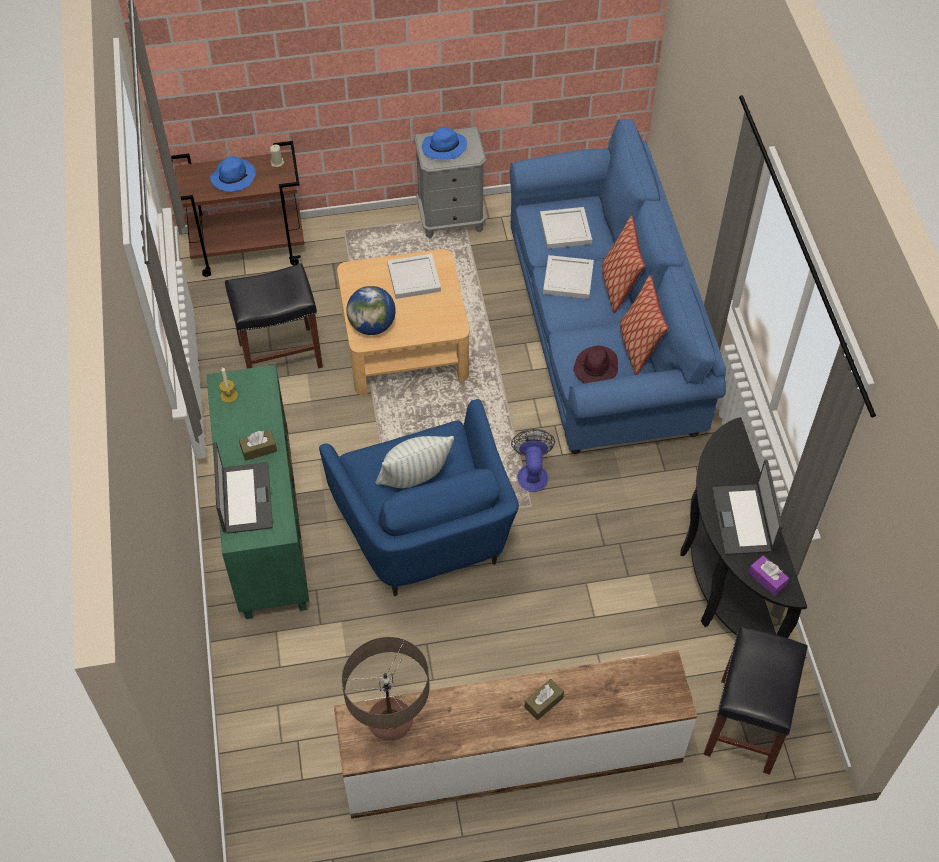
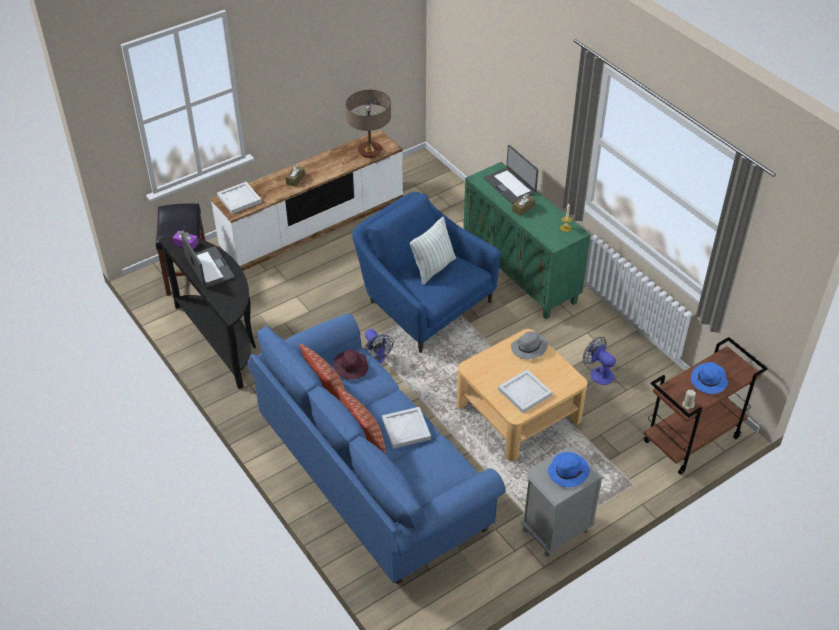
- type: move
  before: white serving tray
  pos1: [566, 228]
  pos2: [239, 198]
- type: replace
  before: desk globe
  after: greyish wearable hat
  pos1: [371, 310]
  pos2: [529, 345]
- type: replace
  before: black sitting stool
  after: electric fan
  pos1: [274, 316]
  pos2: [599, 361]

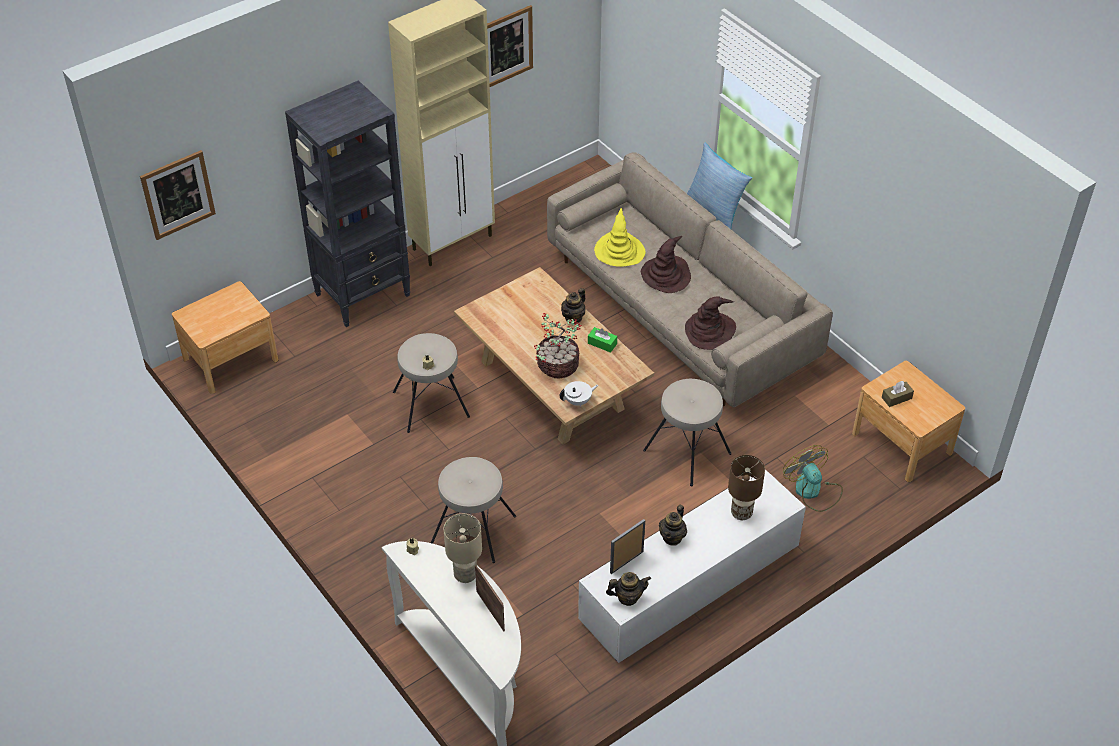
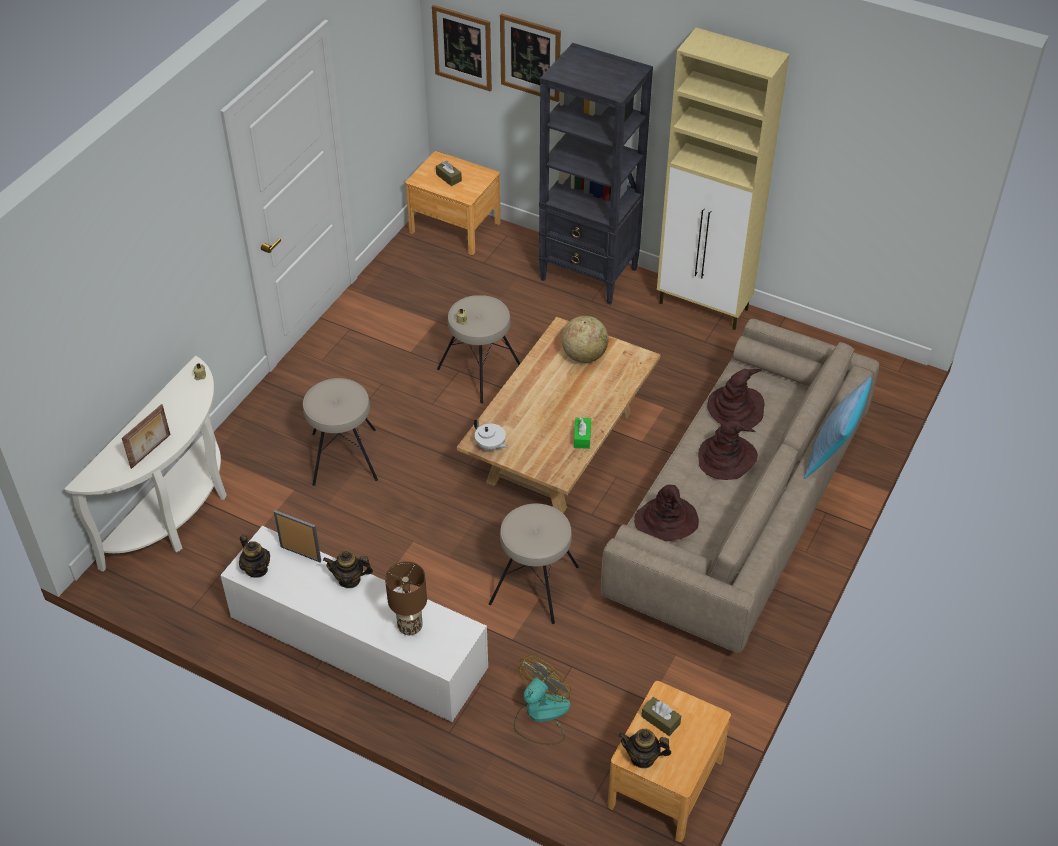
- type: insert
  after: brown-coloured tissue holder
  pos2: [449, 173]
- type: move
  before: wall picture
  pos1: [510, 46]
  pos2: [530, 57]
- type: insert
  after: desk globe
  pos2: [585, 339]
- type: move
  before: teapot
  pos1: [573, 306]
  pos2: [645, 749]
- type: recolor
  before: yellow-coloured wearable hat
  after: brown-coloured wearable hat
  pos1: [620, 237]
  pos2: [735, 398]
- type: delete
  before: sand-coloured lamp for a table
  pos1: [463, 548]
- type: delete
  before: houseplant
  pos1: [558, 346]

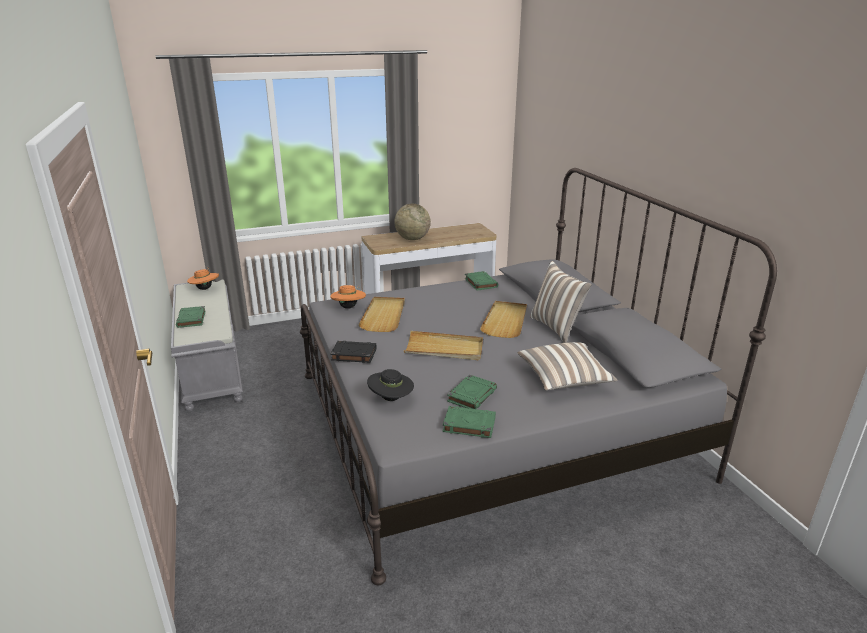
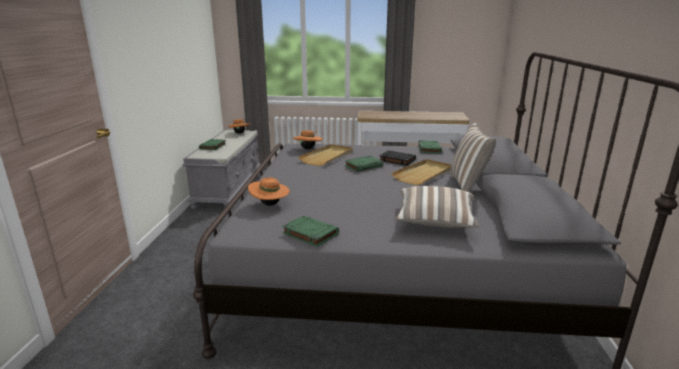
- type: recolor
  before: black wearable hat
  after: orangey wearable hat
  pos1: [390, 385]
  pos2: [269, 191]
- type: move
  before: greenish volume
  pos1: [472, 392]
  pos2: [364, 164]
- type: move
  before: black volume
  pos1: [353, 352]
  pos2: [397, 158]
- type: delete
  before: desk globe
  pos1: [412, 222]
- type: delete
  before: sand-coloured serving tray
  pos1: [443, 345]

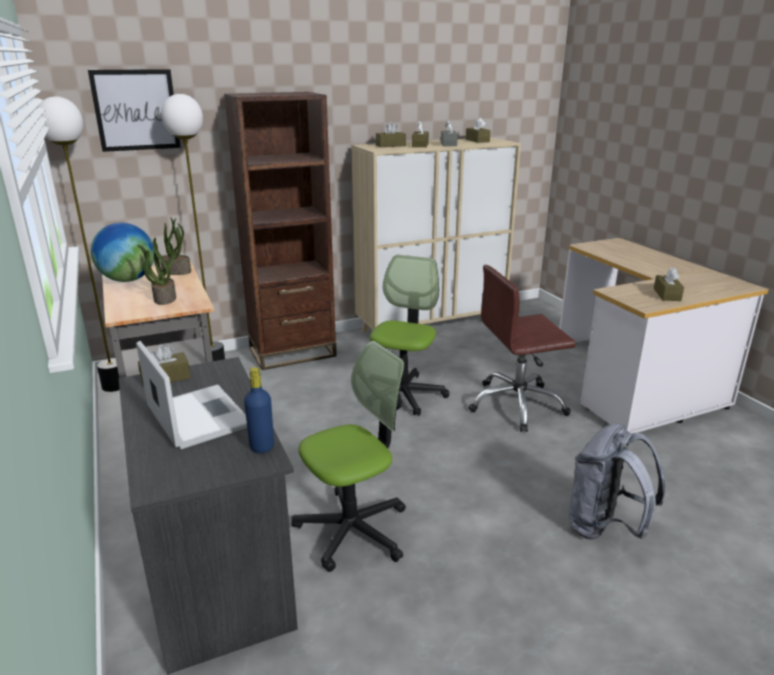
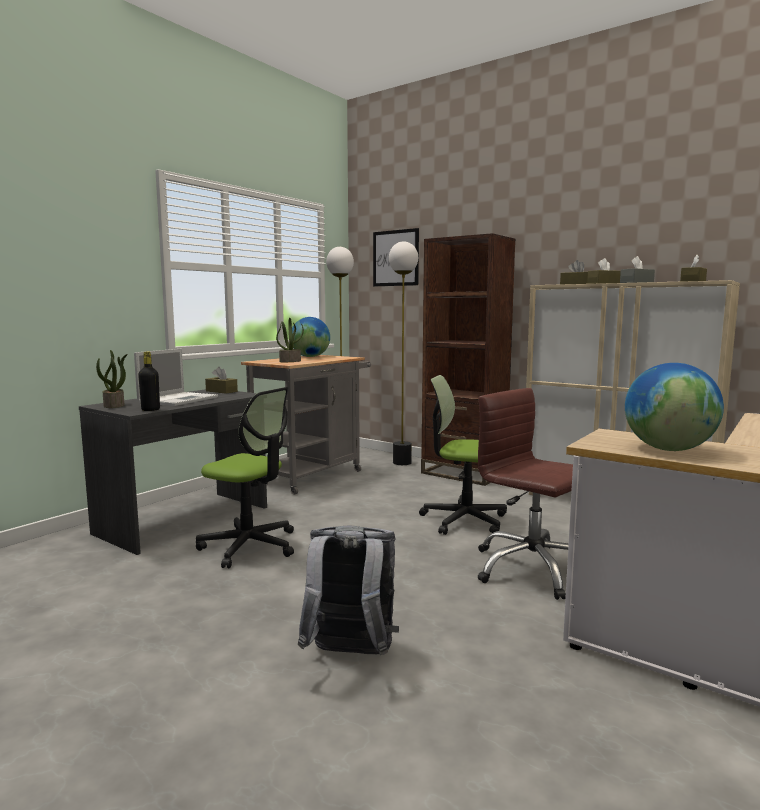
- type: move
  before: houseplant
  pos1: [175, 246]
  pos2: [112, 379]
- type: recolor
  before: bluish beverage bottle
  after: black beverage bottle
  pos1: [259, 410]
  pos2: [149, 381]
- type: rotate
  before: desk chair
  pos1: [409, 335]
  pos2: [463, 455]
  turn: -150
- type: replace
  before: brown-coloured tissue holder
  after: desk globe
  pos1: [669, 284]
  pos2: [674, 407]

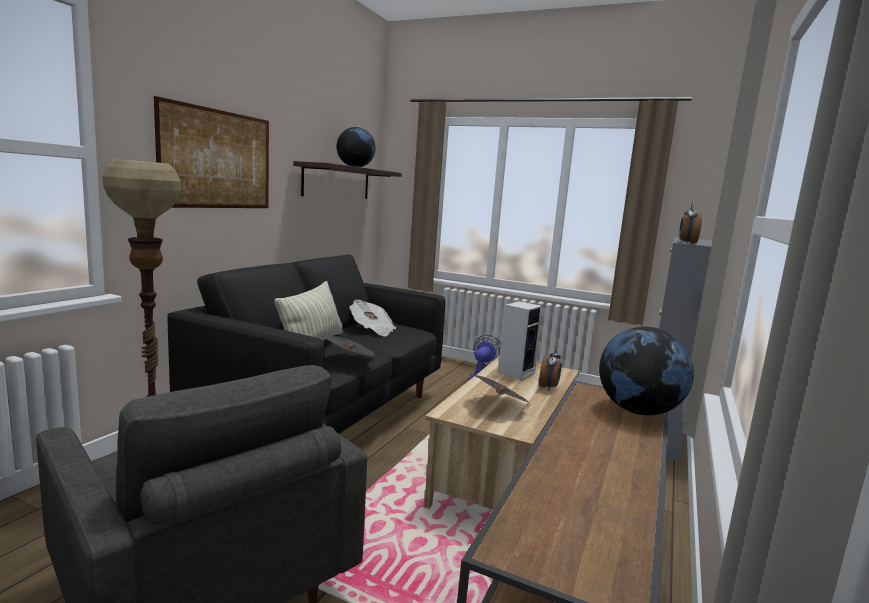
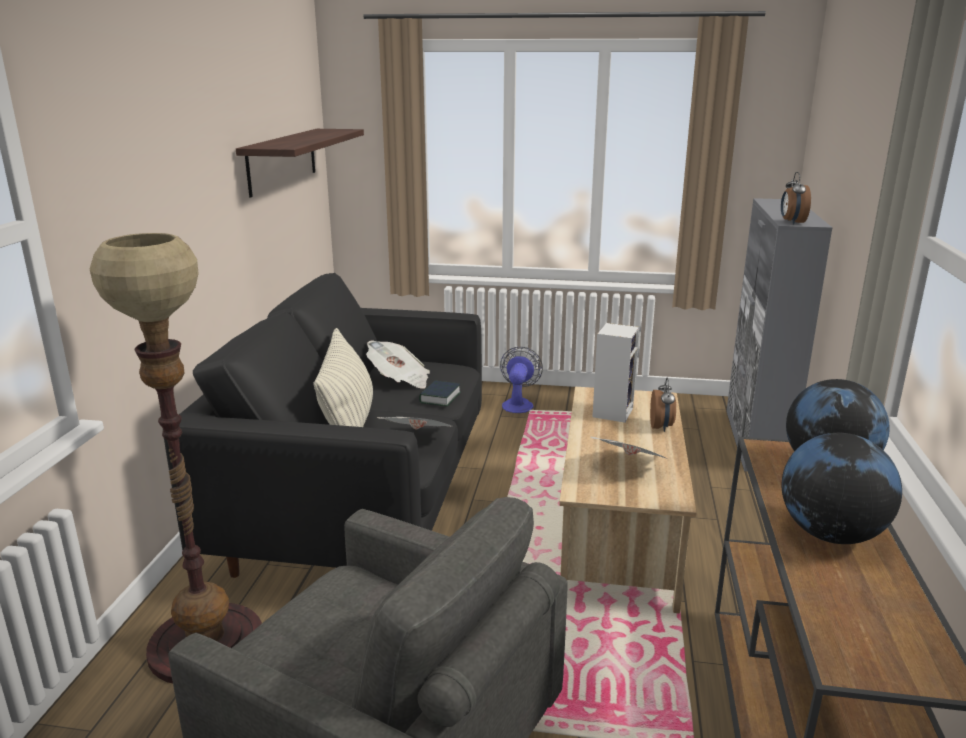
- type: insert
  after: volume
  pos2: [440, 393]
- type: move
  before: desk globe
  pos1: [356, 147]
  pos2: [842, 488]
- type: delete
  before: wall picture
  pos1: [211, 152]

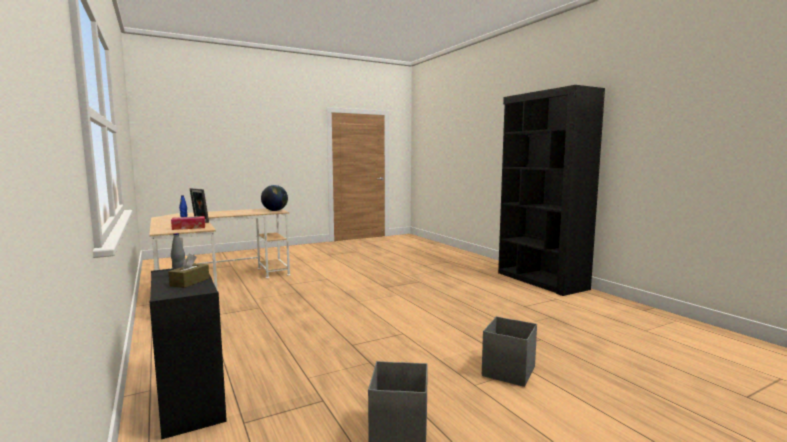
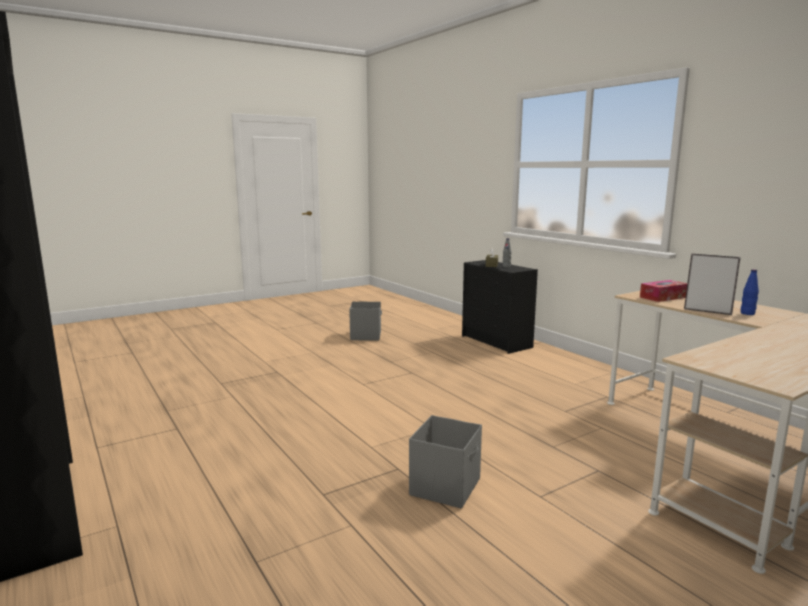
- type: move
  before: greyish storage box
  pos1: [509, 351]
  pos2: [445, 462]
- type: delete
  before: desk globe
  pos1: [274, 198]

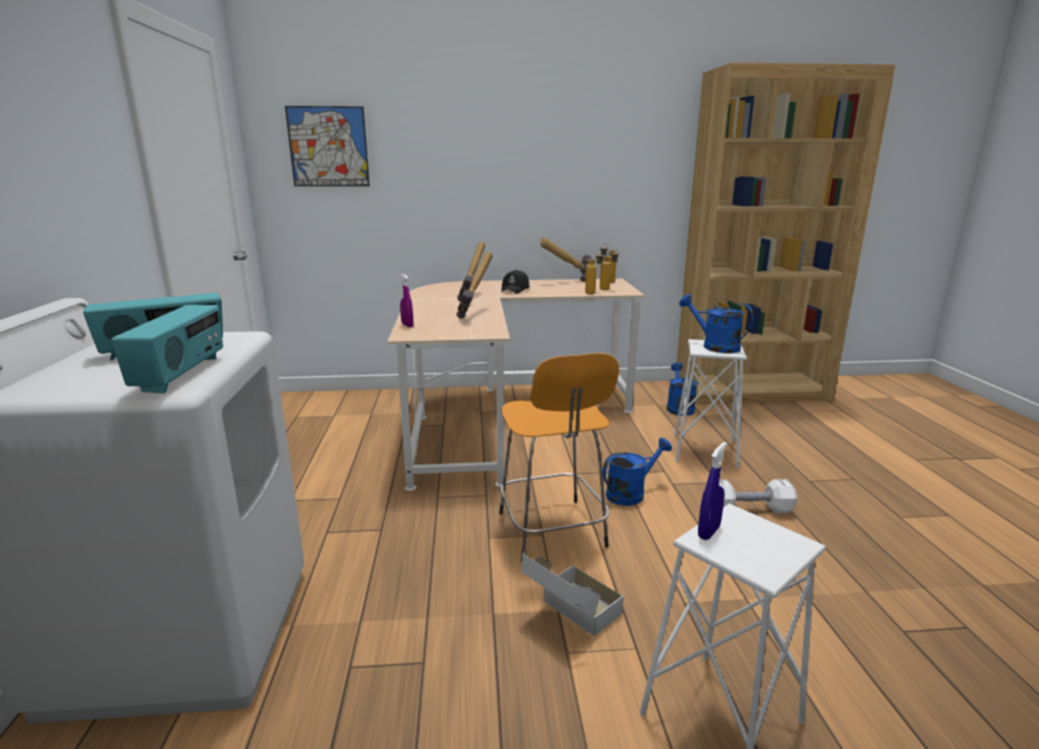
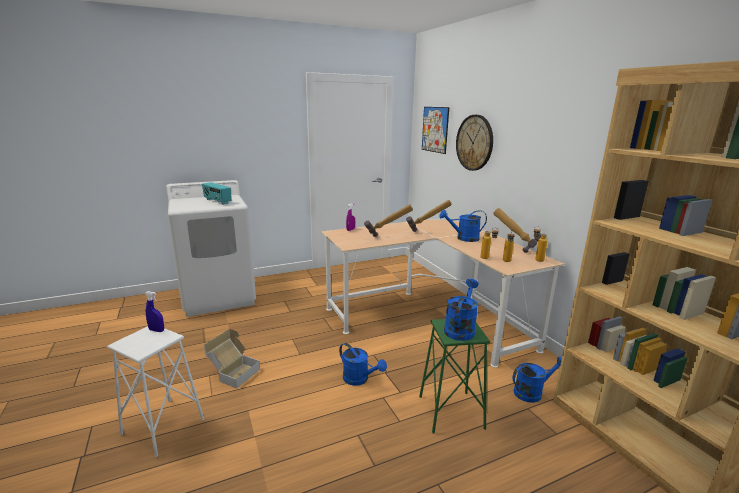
- type: recolor
  before: white sitting stool
  after: greenish sitting stool
  pos1: [710, 403]
  pos2: [454, 376]
- type: replace
  before: black peaked cap
  after: bluish watering pot
  pos1: [516, 282]
  pos2: [463, 226]
- type: insert
  after: clock on the wall
  pos2: [474, 143]
- type: delete
  before: radio receiver
  pos1: [167, 349]
- type: delete
  before: orangey sitting stool
  pos1: [559, 457]
- type: delete
  before: white free weight
  pos1: [758, 496]

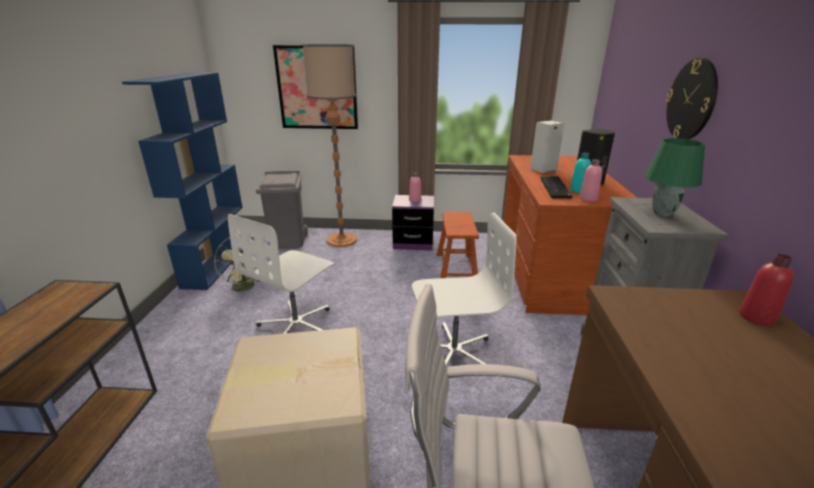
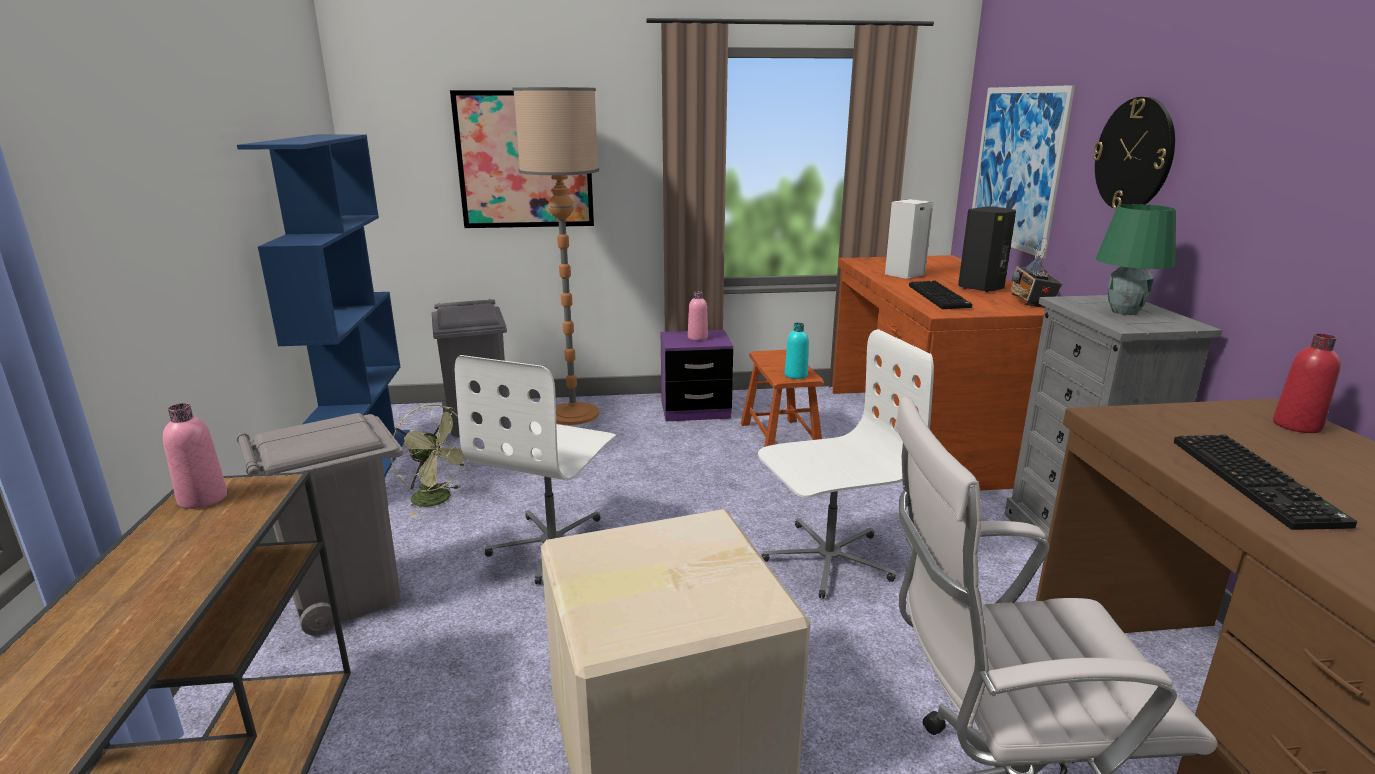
- type: move
  before: pink-coloured beverage bottle
  pos1: [591, 180]
  pos2: [195, 456]
- type: insert
  after: greyish rubbish bin
  pos2: [319, 524]
- type: move
  before: blue-green beverage bottle
  pos1: [580, 173]
  pos2: [797, 351]
- type: insert
  after: wall picture
  pos2: [1023, 172]
- type: insert
  after: radio receiver
  pos2: [1036, 272]
- type: insert
  after: keyboard
  pos2: [1265, 482]

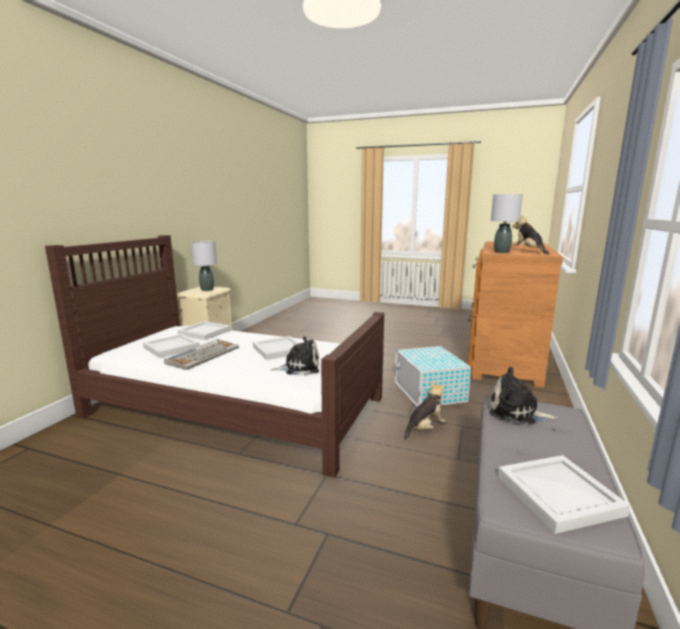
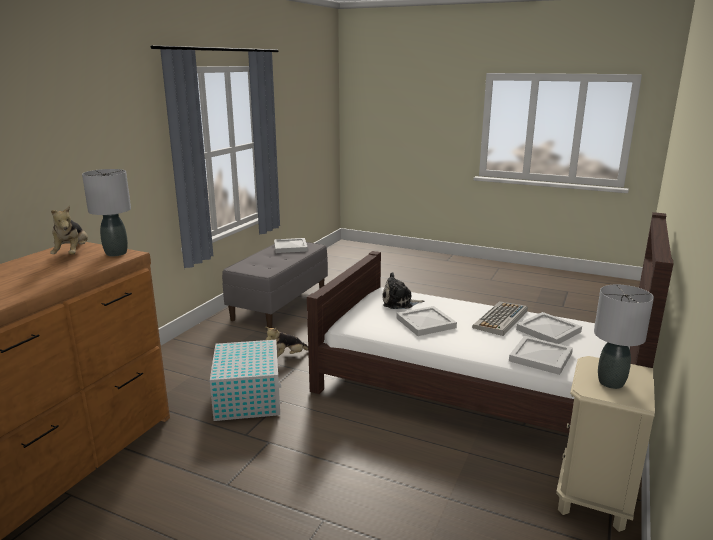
- type: delete
  before: plush toy
  pos1: [524, 396]

